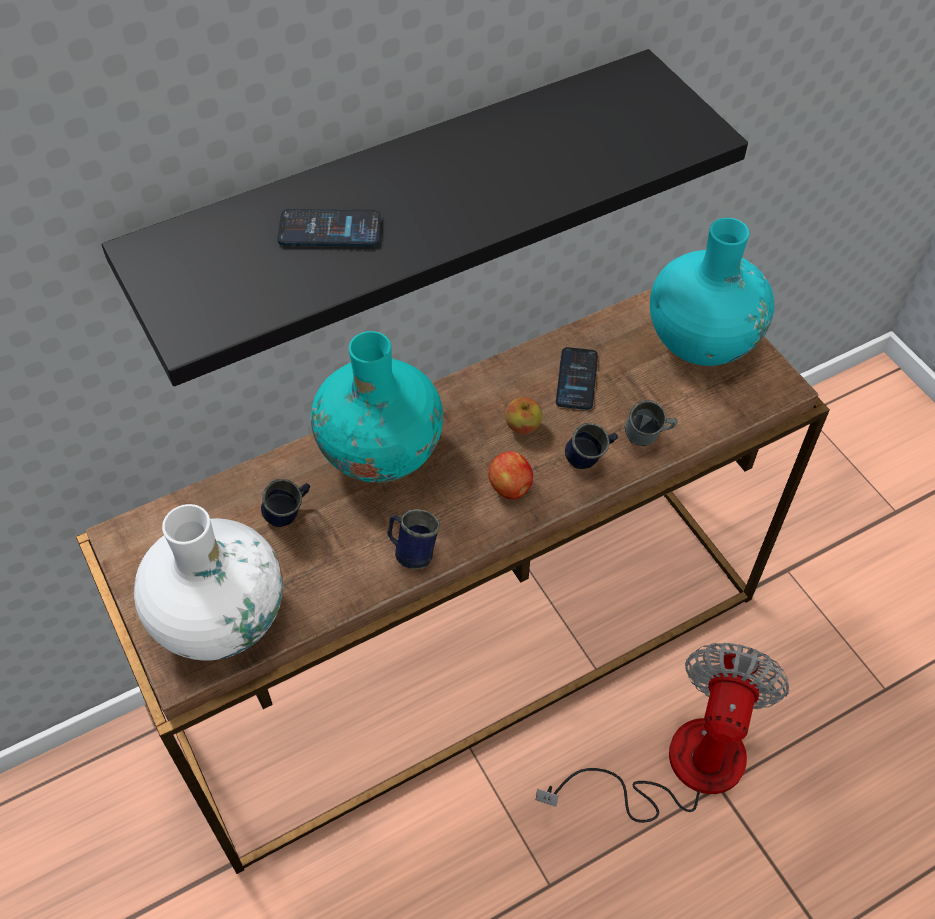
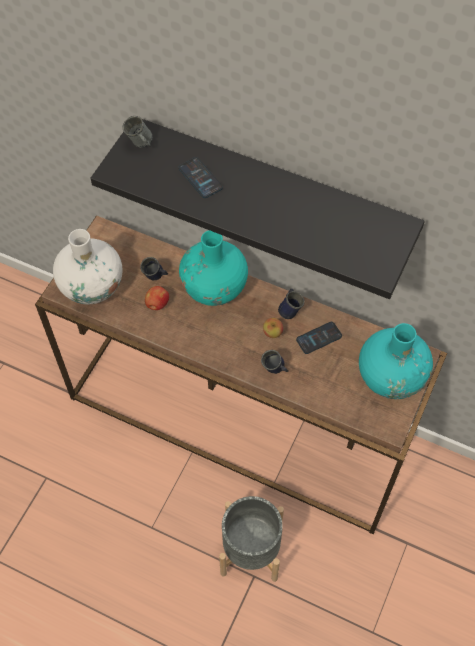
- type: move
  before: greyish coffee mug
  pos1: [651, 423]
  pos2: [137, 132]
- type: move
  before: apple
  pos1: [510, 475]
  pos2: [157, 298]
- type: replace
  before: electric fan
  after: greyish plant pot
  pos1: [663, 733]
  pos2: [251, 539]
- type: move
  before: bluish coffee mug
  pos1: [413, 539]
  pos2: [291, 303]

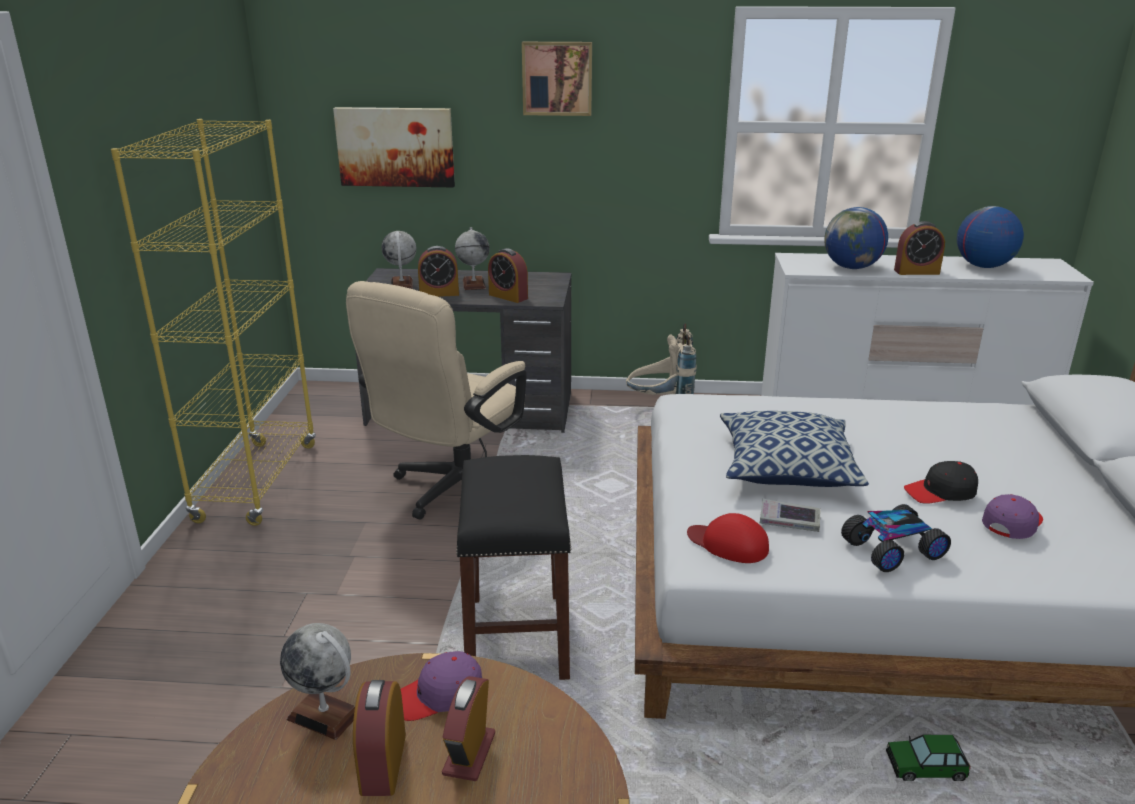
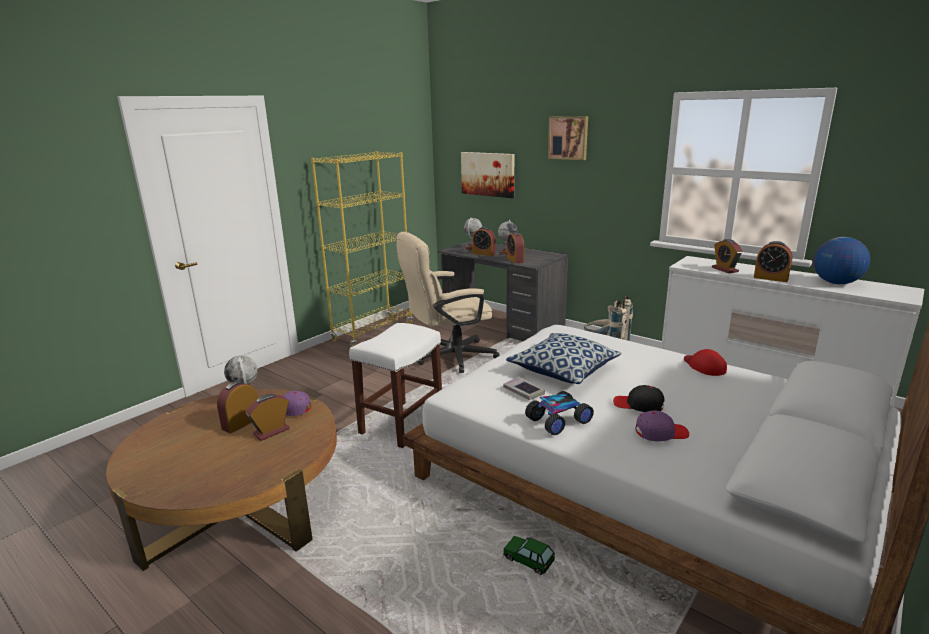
- type: recolor
  before: black sitting stool
  after: white sitting stool
  pos1: [513, 567]
  pos2: [395, 385]
- type: rotate
  before: miniature car
  pos1: [896, 538]
  pos2: [559, 413]
  turn: -45
- type: move
  before: red peaked cap
  pos1: [728, 538]
  pos2: [705, 362]
- type: replace
  before: desk globe
  after: alarm clock
  pos1: [856, 238]
  pos2: [727, 256]

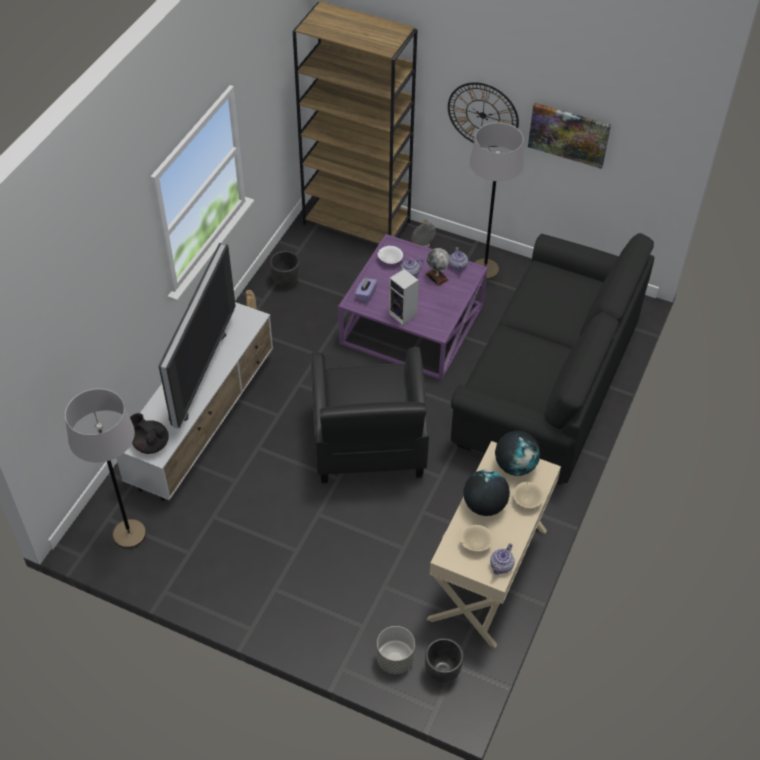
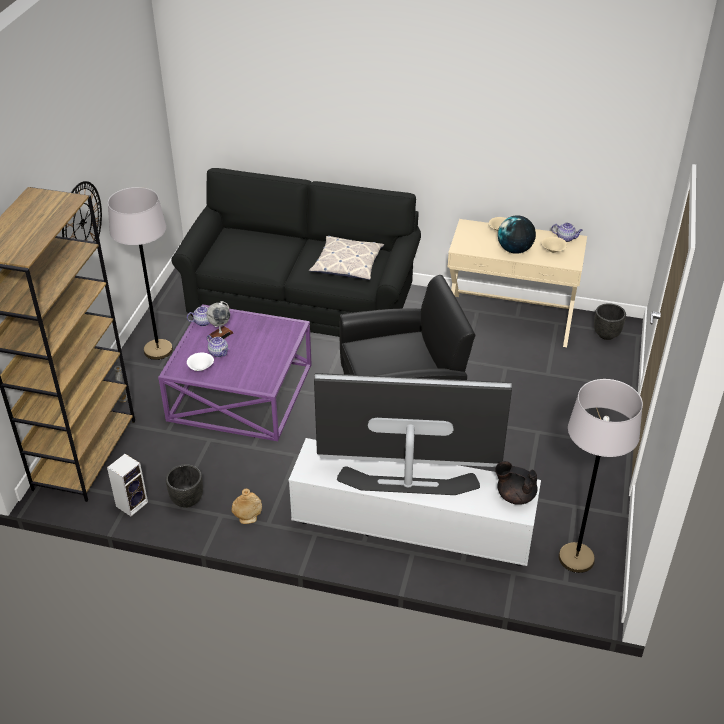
- type: move
  before: audio speaker
  pos1: [404, 297]
  pos2: [127, 485]
- type: insert
  after: throw pillow
  pos2: [346, 258]
- type: rotate
  before: black teapot
  pos1: [149, 433]
  pos2: [516, 483]
  turn: 90
- type: delete
  before: purple tissue holder
  pos1: [366, 290]
- type: delete
  before: greyish plant pot
  pos1: [396, 650]
- type: delete
  before: desk globe
  pos1: [517, 453]
- type: delete
  before: wall picture
  pos1: [569, 136]

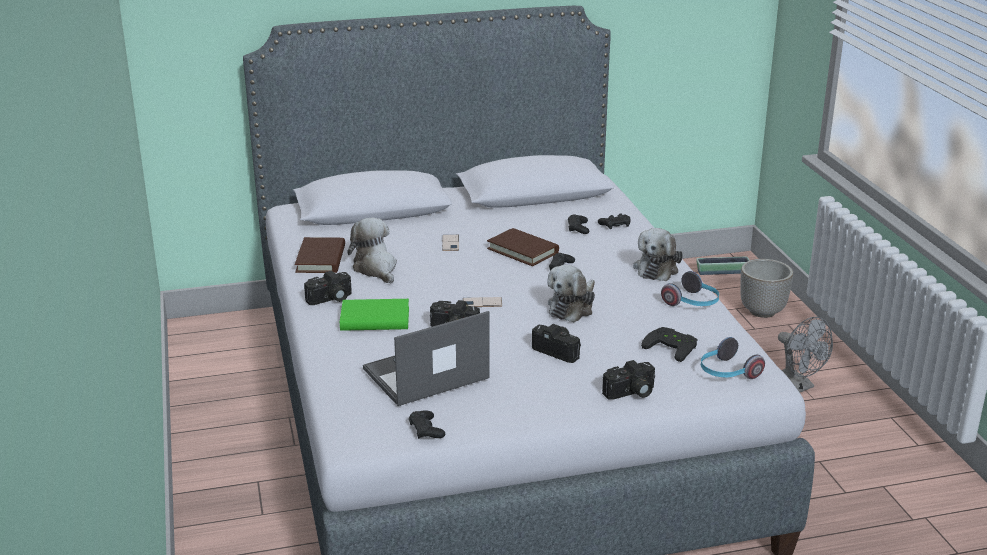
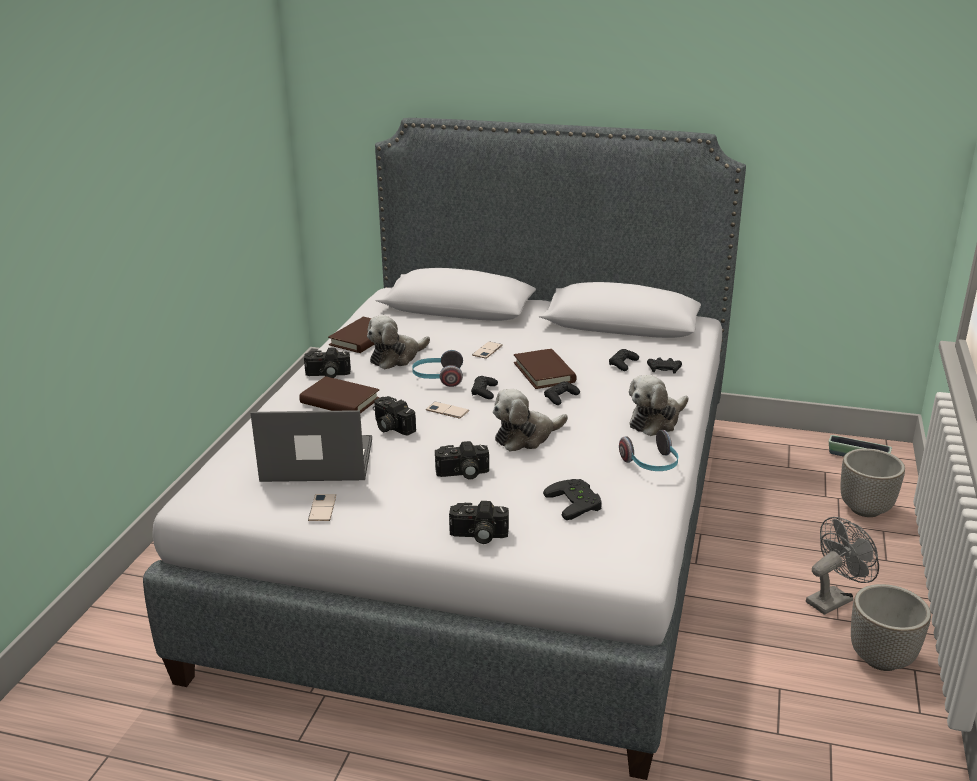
- type: recolor
  before: greenish volume
  after: brown-coloured volume
  pos1: [374, 315]
  pos2: [339, 394]
- type: insert
  after: handset
  pos2: [322, 507]
- type: rotate
  before: plush toy
  pos1: [372, 251]
  pos2: [398, 342]
  turn: -135
- type: move
  before: headset
  pos1: [733, 358]
  pos2: [437, 368]
- type: rotate
  before: still camera
  pos1: [556, 343]
  pos2: [462, 460]
  turn: 105
- type: move
  before: black joypad
  pos1: [427, 424]
  pos2: [484, 387]
- type: rotate
  before: greyish electric fan
  pos1: [805, 354]
  pos2: [842, 566]
  turn: -120
- type: insert
  after: plant pot
  pos2: [891, 627]

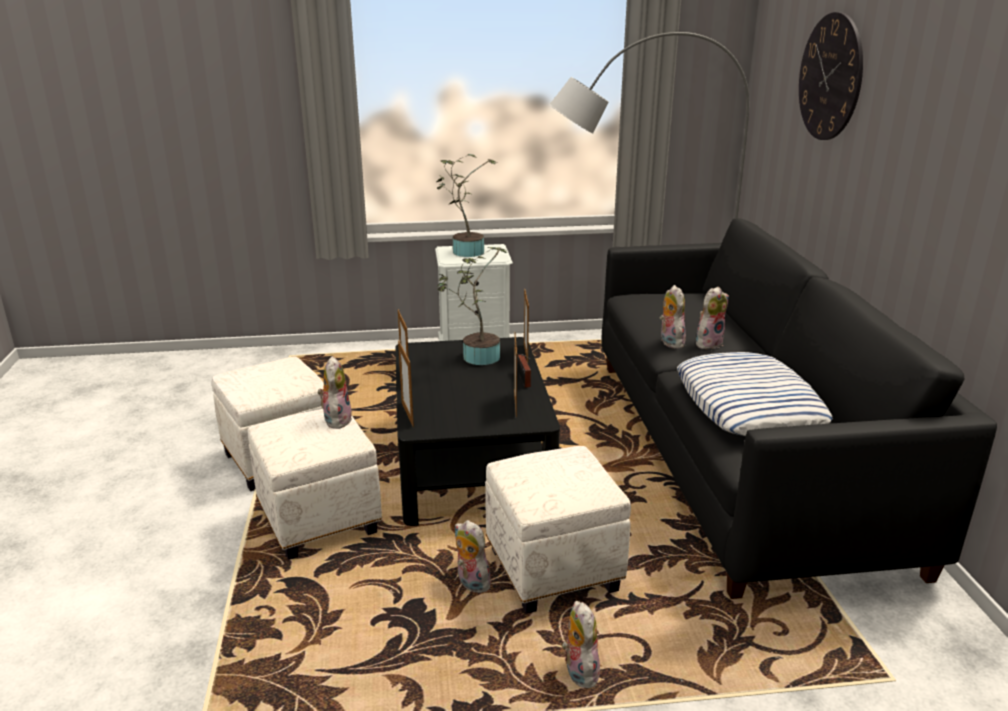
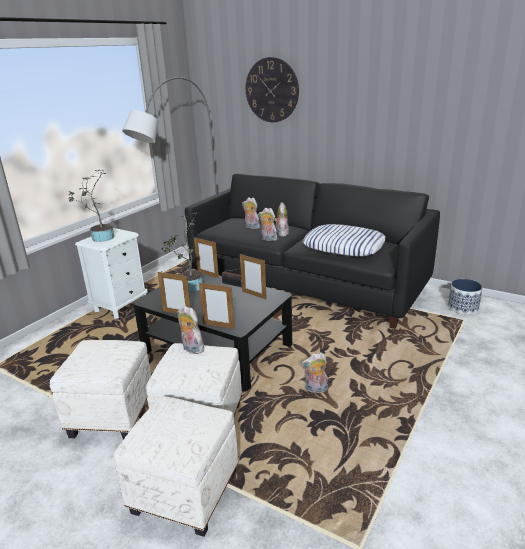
- type: move
  before: white ottoman
  pos1: [558, 530]
  pos2: [176, 466]
- type: move
  before: plush toy
  pos1: [581, 645]
  pos2: [251, 213]
- type: insert
  after: plant pot
  pos2: [465, 297]

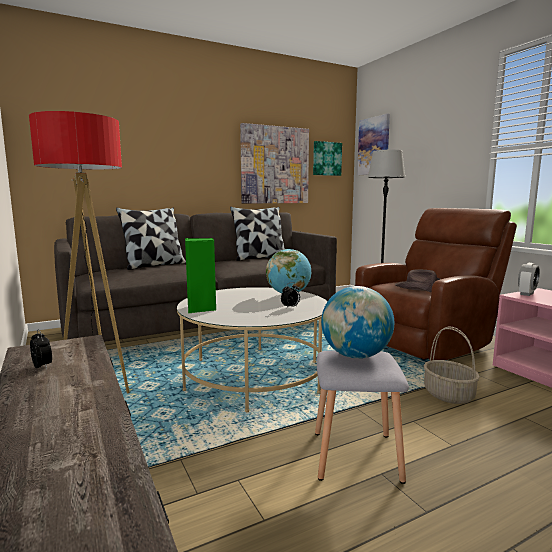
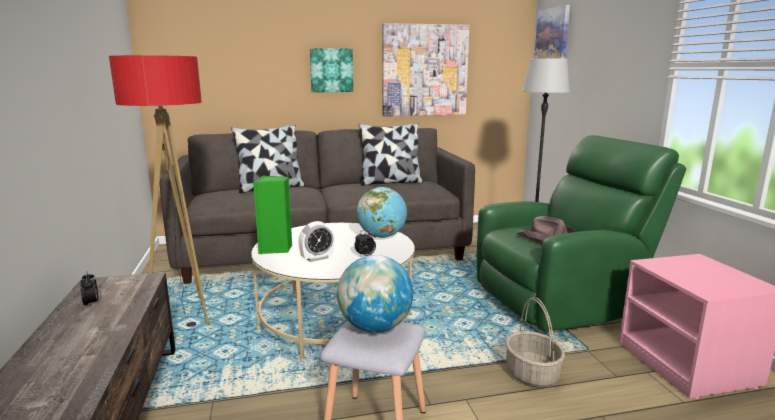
- type: move
  before: alarm clock
  pos1: [529, 279]
  pos2: [316, 241]
- type: move
  before: wall picture
  pos1: [327, 158]
  pos2: [331, 70]
- type: recolor
  before: brown-coloured lounge chair
  after: greenish lounge chair
  pos1: [436, 284]
  pos2: [581, 233]

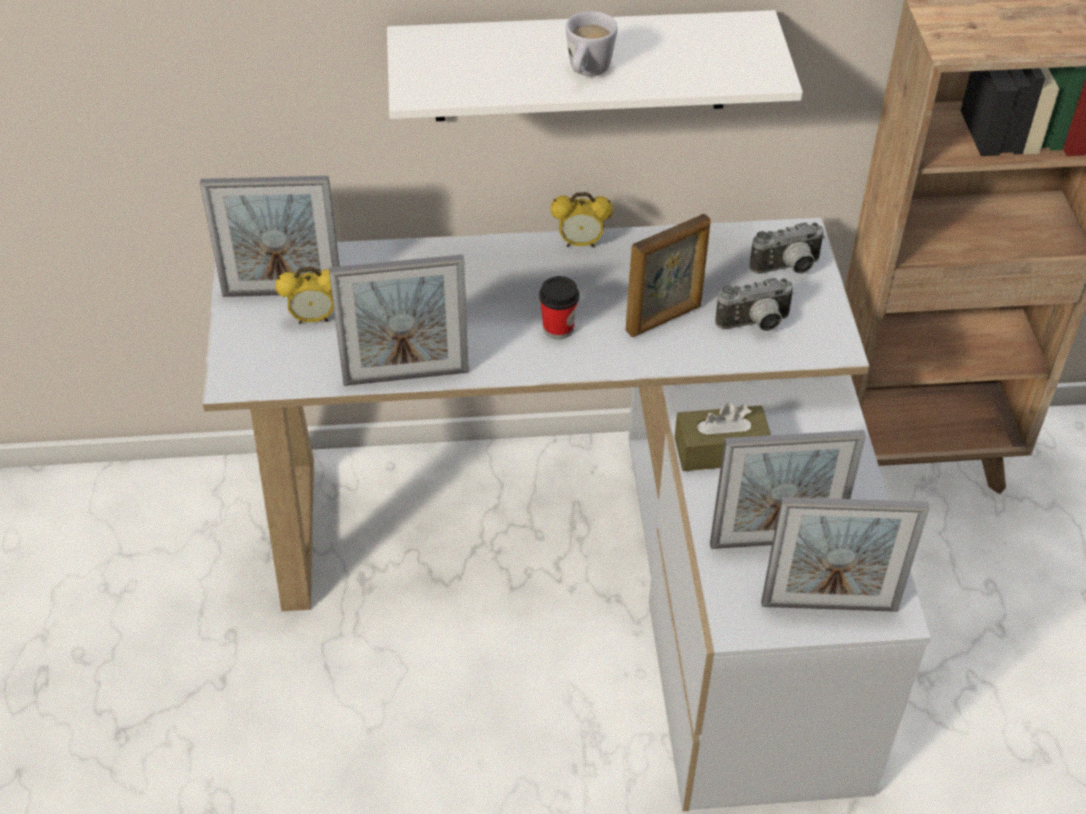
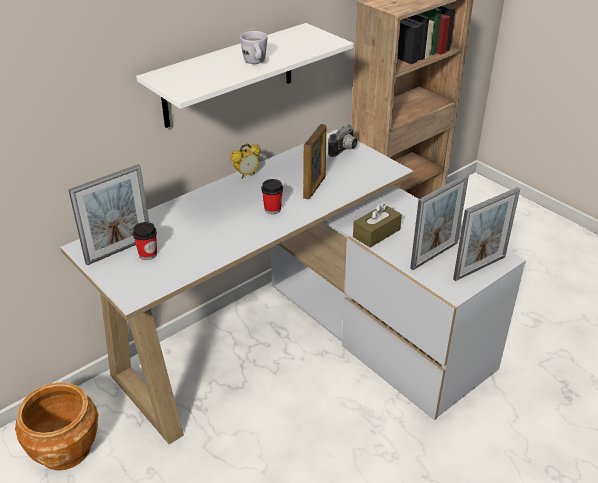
- type: insert
  after: brown-coloured plant pot
  pos2: [57, 426]
- type: replace
  before: alarm clock
  after: small cup
  pos1: [304, 295]
  pos2: [145, 241]
- type: delete
  before: standing frame
  pos1: [399, 320]
- type: delete
  before: still camera
  pos1: [755, 304]

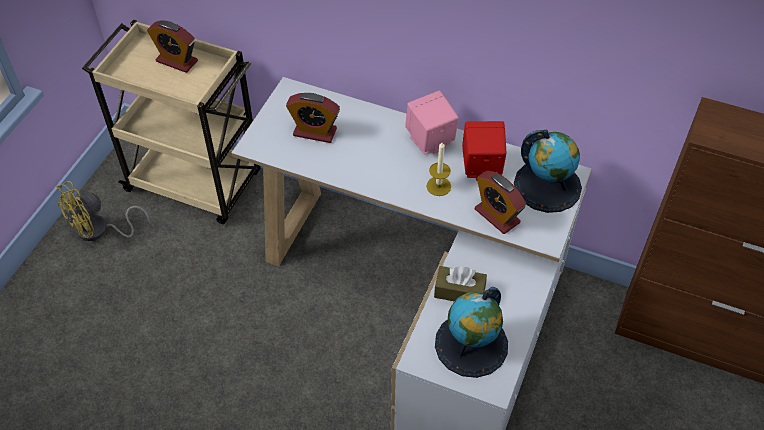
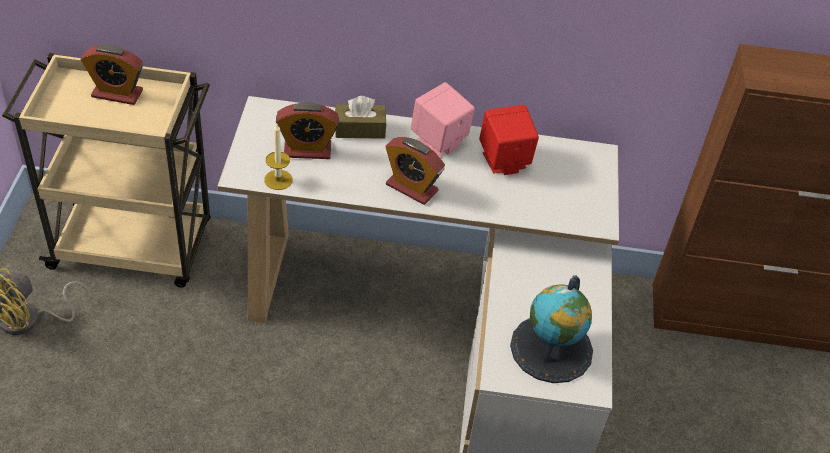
- type: move
  before: wax light
  pos1: [438, 169]
  pos2: [278, 157]
- type: move
  before: brown-coloured tissue holder
  pos1: [460, 283]
  pos2: [360, 117]
- type: move
  before: alarm clock
  pos1: [500, 202]
  pos2: [415, 171]
- type: delete
  before: desk globe
  pos1: [548, 171]

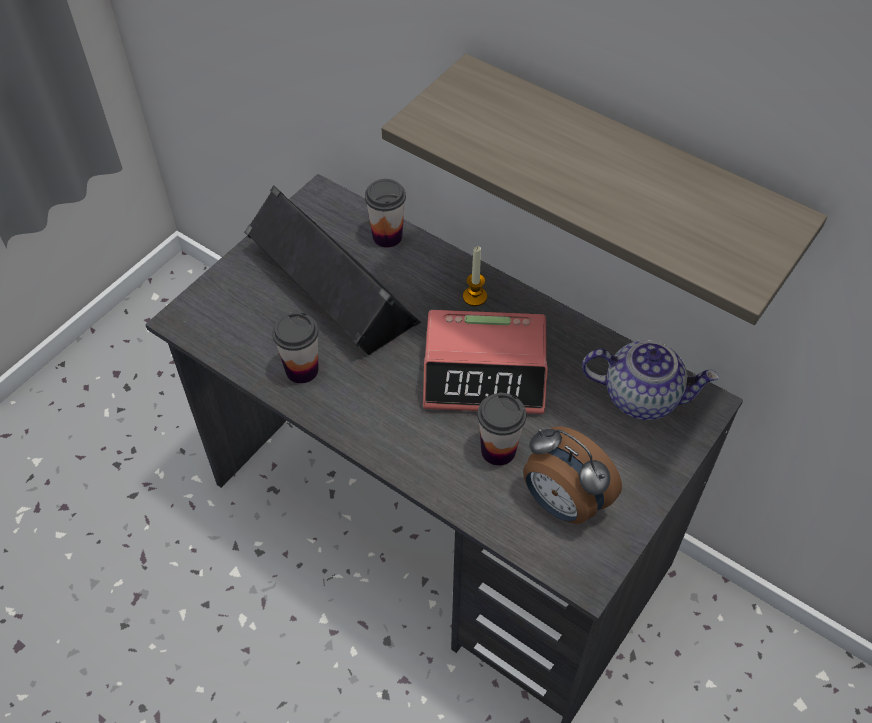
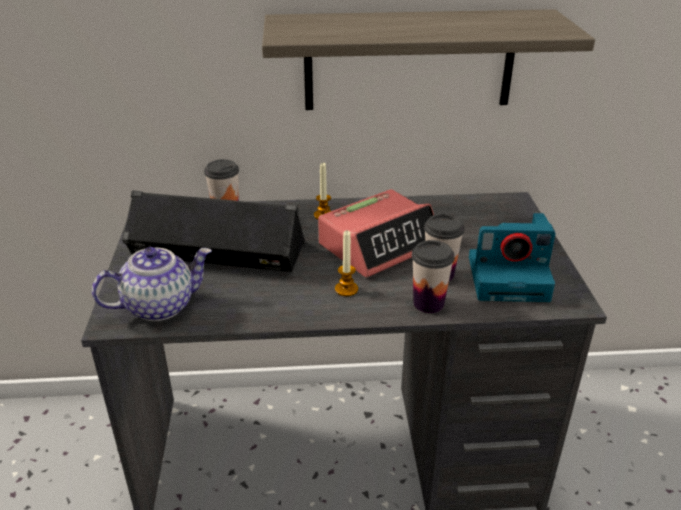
- type: move
  before: teapot
  pos1: [650, 380]
  pos2: [152, 284]
- type: insert
  after: wax light
  pos2: [346, 263]
- type: move
  before: small cup
  pos1: [295, 348]
  pos2: [433, 276]
- type: replace
  before: alarm clock
  after: still camera
  pos1: [572, 475]
  pos2: [512, 257]

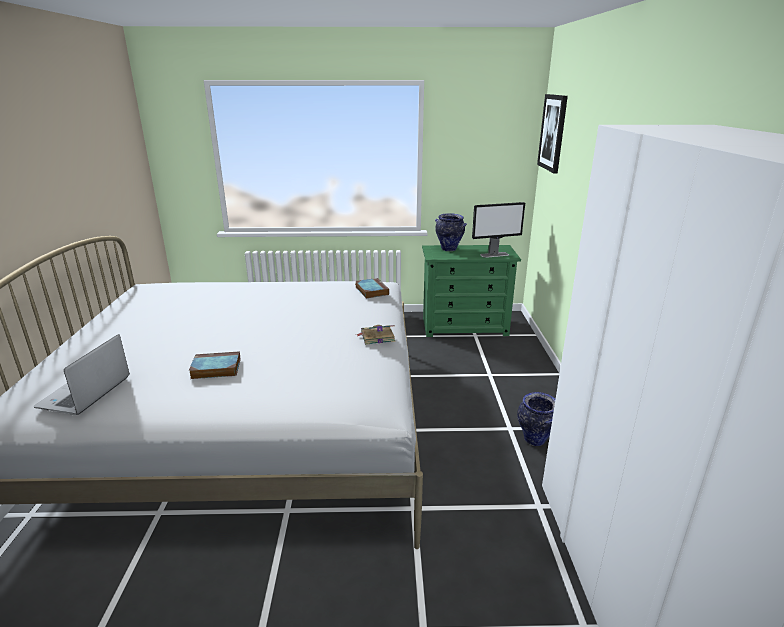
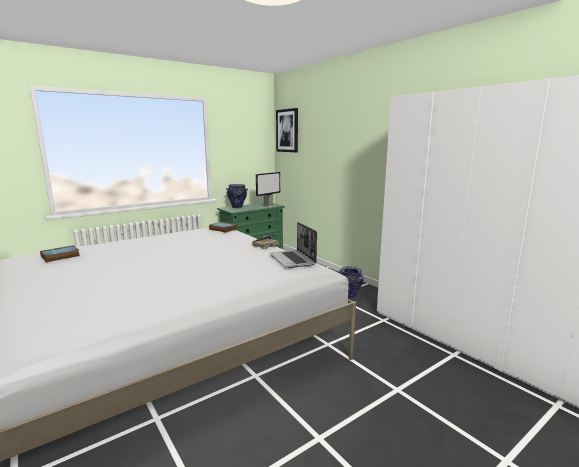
- type: move
  before: volume
  pos1: [215, 365]
  pos2: [60, 253]
- type: move
  before: laptop
  pos1: [82, 374]
  pos2: [293, 245]

